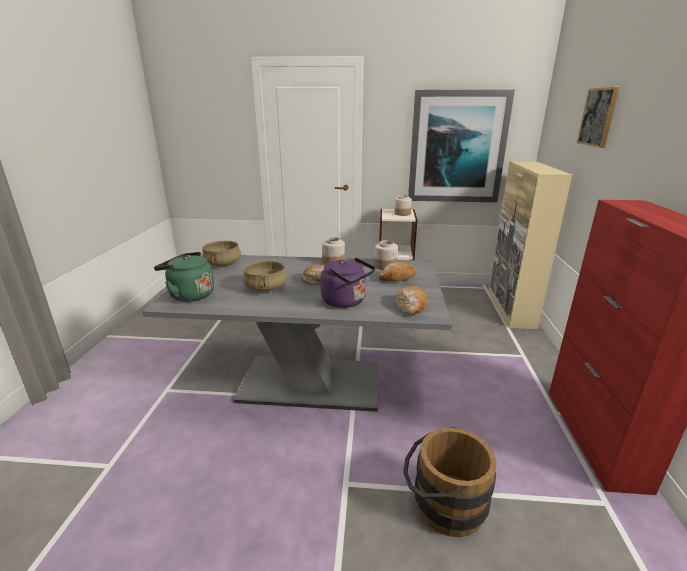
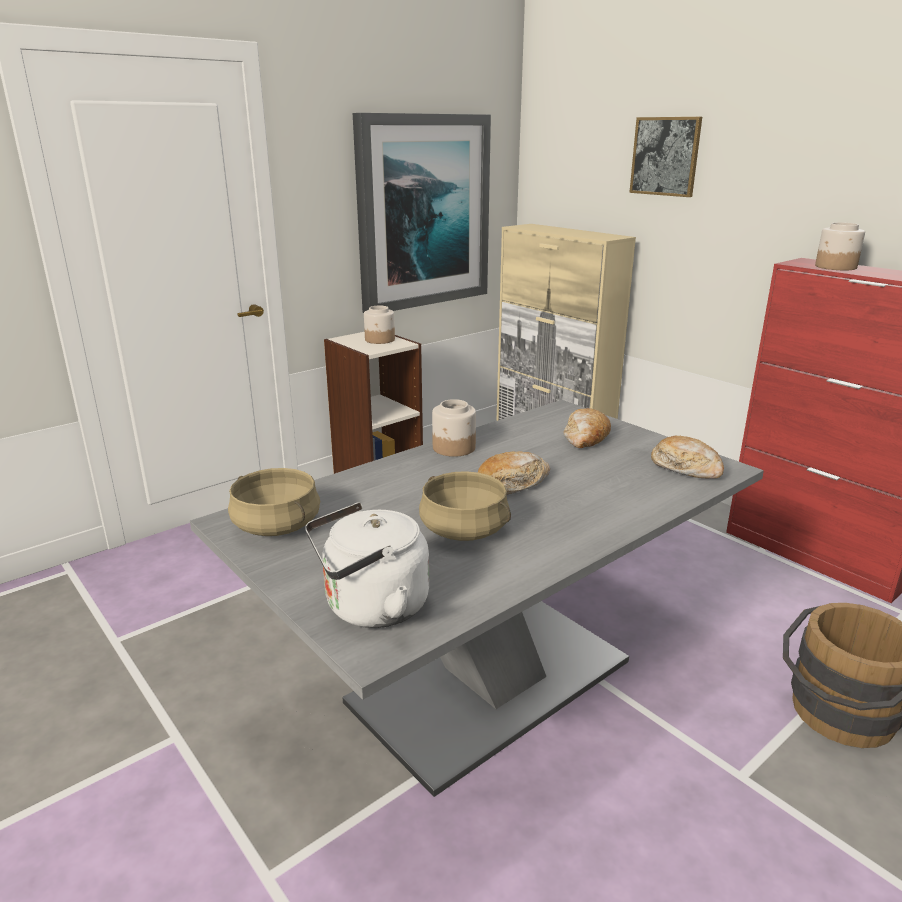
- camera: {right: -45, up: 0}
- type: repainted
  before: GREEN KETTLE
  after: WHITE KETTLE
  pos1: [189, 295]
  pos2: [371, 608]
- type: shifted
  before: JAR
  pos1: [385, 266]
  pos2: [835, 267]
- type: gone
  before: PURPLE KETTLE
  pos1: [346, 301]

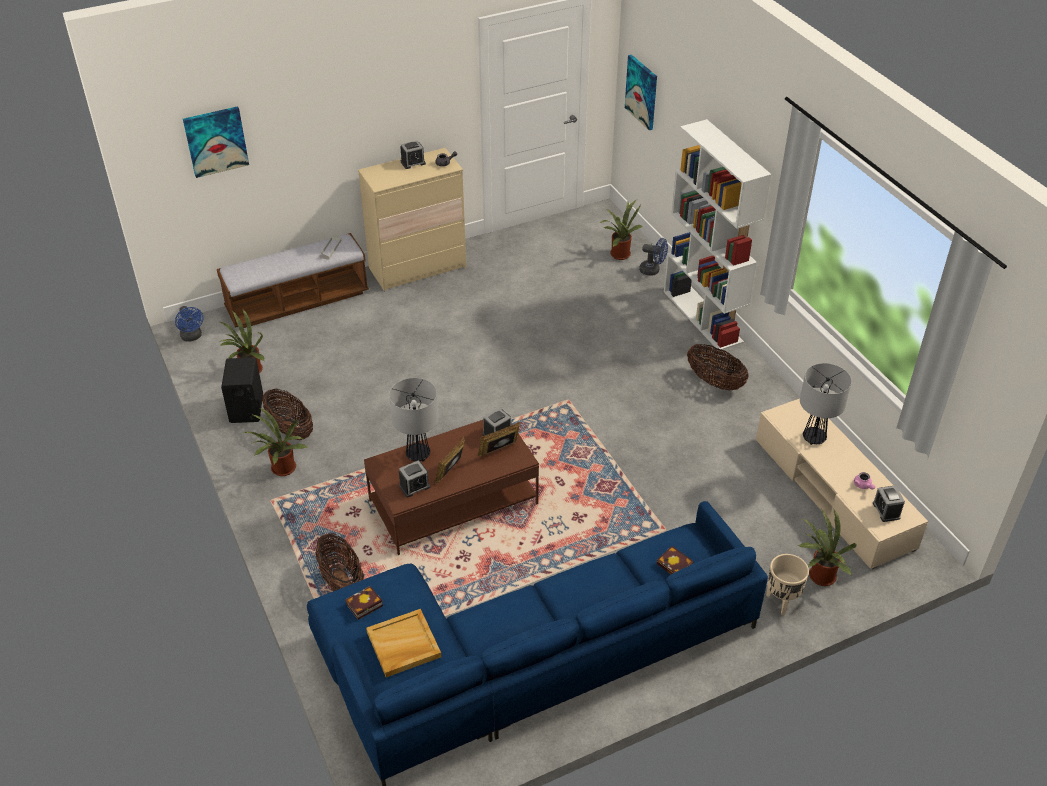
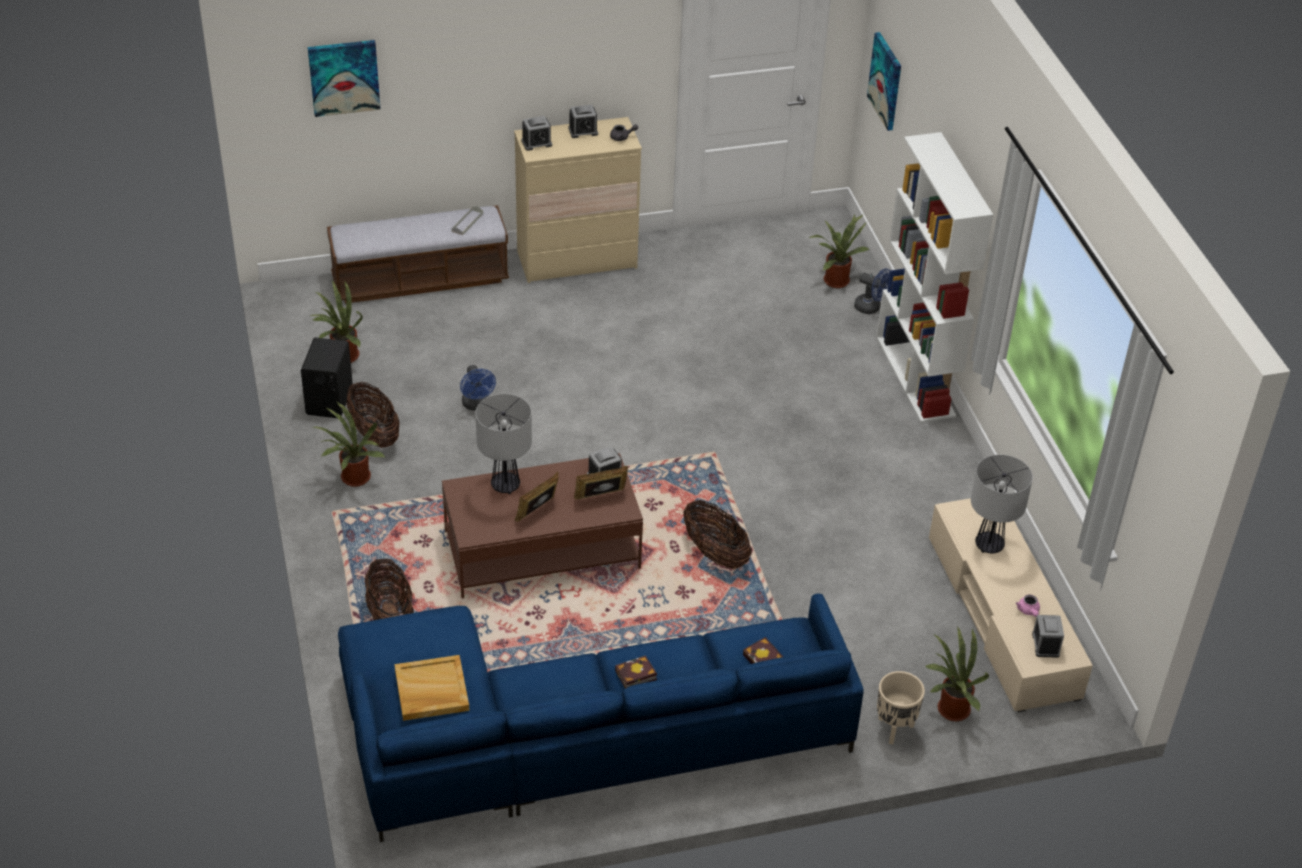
- camera: {right: 10, up: 0}
- type: shifted
  before: BLUE FAN
  pos1: [192, 337]
  pos2: [477, 405]
- type: shifted
  before: ALARM CLOCK
  pos1: [414, 486]
  pos2: [536, 143]
- type: shifted
  before: BOOK
  pos1: [363, 606]
  pos2: [634, 676]
- type: shifted
  before: BASKET
  pos1: [715, 382]
  pos2: [715, 553]

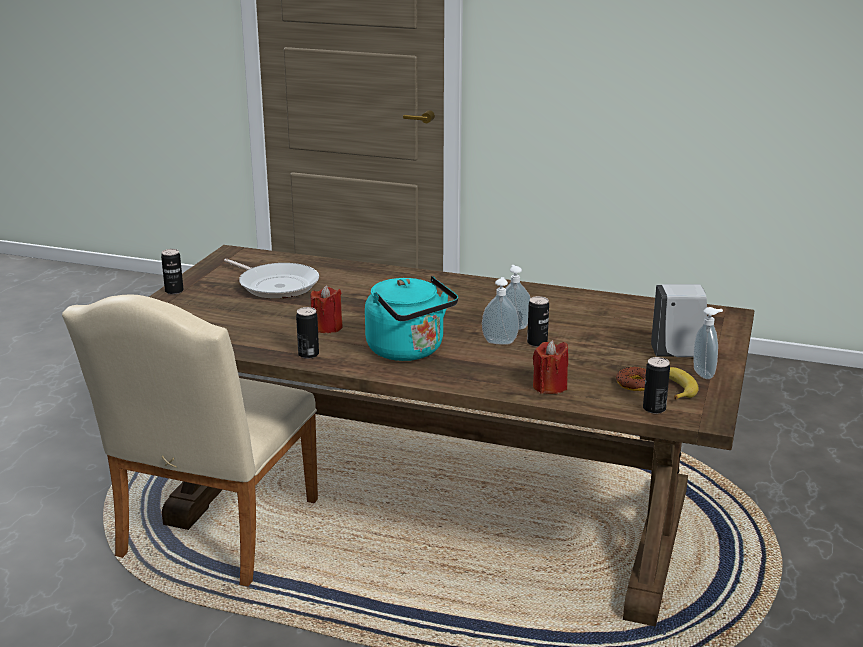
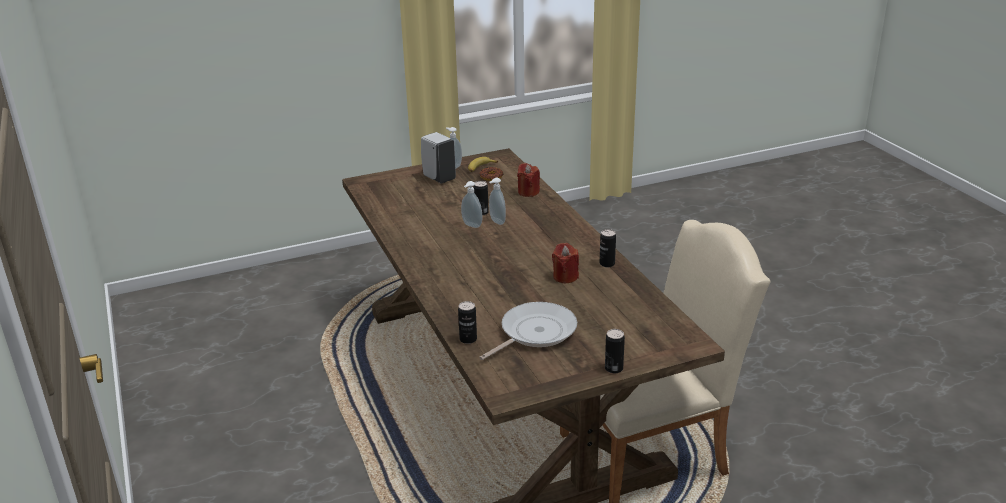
- camera: {right: -130, up: 5}
- type: shifted
  before: CAN
  pos1: [654, 409]
  pos2: [468, 339]
- type: rotated
  before: FRYING PAN
  pos1: [276, 285]
  pos2: [534, 332]
  turn: 45
- type: gone
  before: TURQUOISE KETTLE
  pos1: [409, 351]

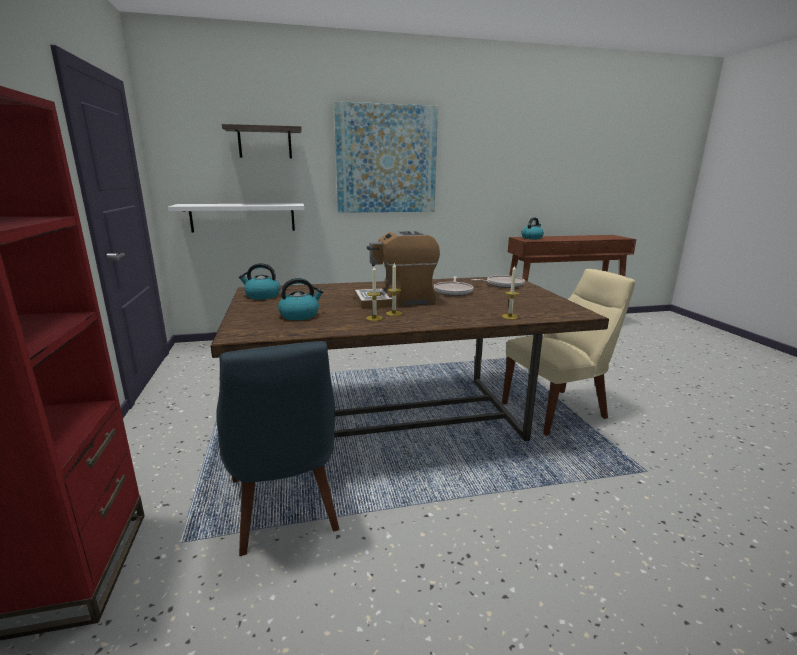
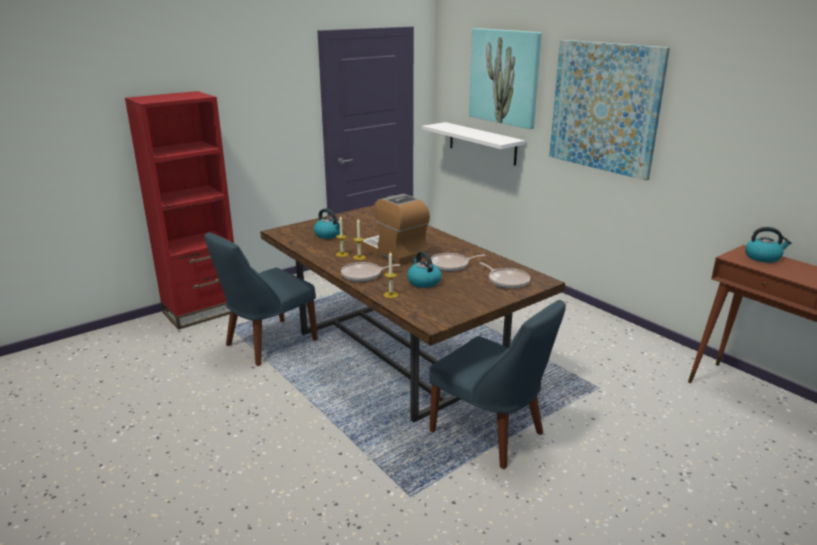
- camera: {right: 65, up: 5}
- type: new
  after: FRYING PAN
  pos2: [363, 275]
- type: shifted
  before: KETTLE
  pos1: [262, 296]
  pos2: [423, 282]
- type: repainted
  before: BEIGE CHAIR
  after: BLUE CHAIR
  pos1: [558, 410]
  pos2: [491, 434]
- type: swapped
  before: SHELF
  after: PICTURE
  pos1: [265, 142]
  pos2: [504, 77]

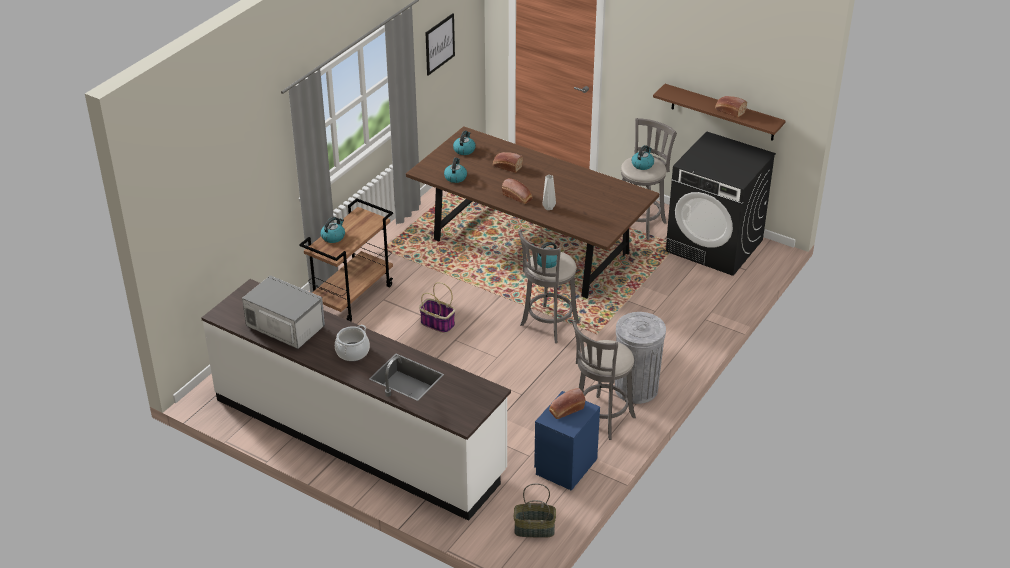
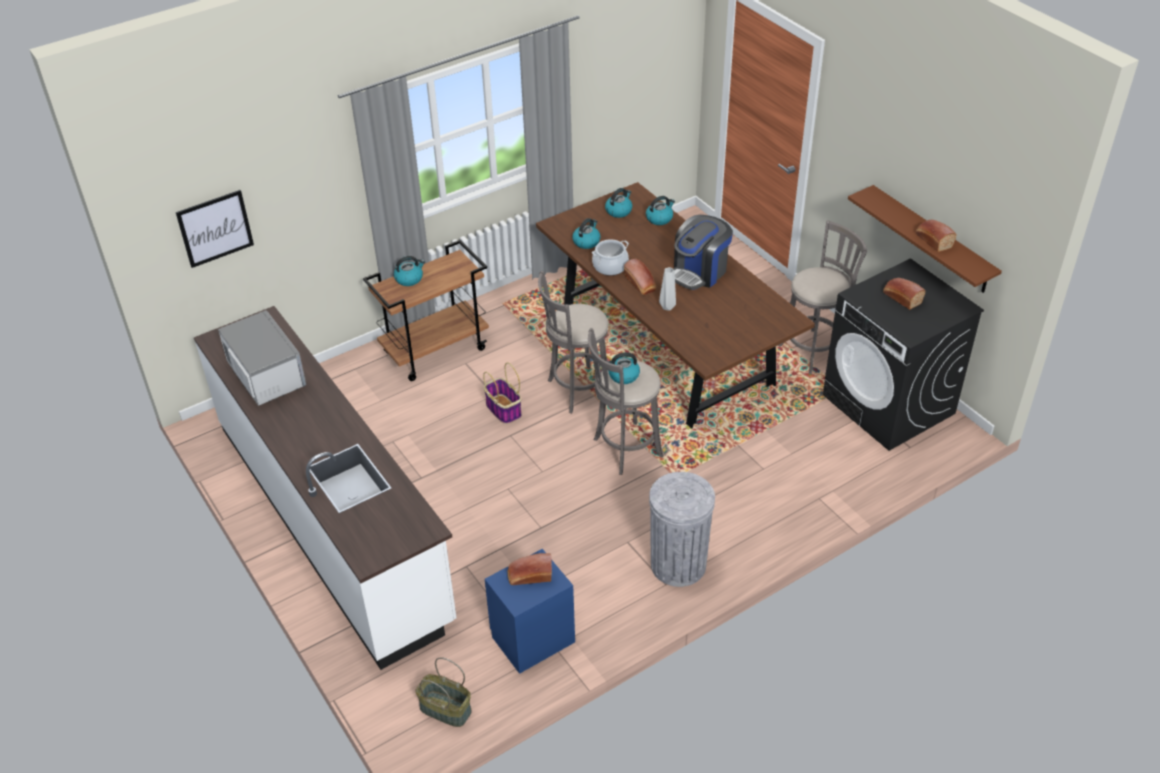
- camera: {right: 25, up: 5}
- type: shifted
  before: PICTURE
  pos1: [439, 44]
  pos2: [215, 228]
- type: shifted
  before: GREY STOOL
  pos1: [601, 419]
  pos2: [576, 390]
- type: shifted
  before: COOKING POT
  pos1: [352, 352]
  pos2: [610, 266]
- type: shifted
  before: KETTLE
  pos1: [642, 164]
  pos2: [659, 218]
- type: new
  after: COFFEE MACHINE
  pos2: [699, 272]
- type: shifted
  before: BREAD
  pos1: [506, 166]
  pos2: [901, 298]

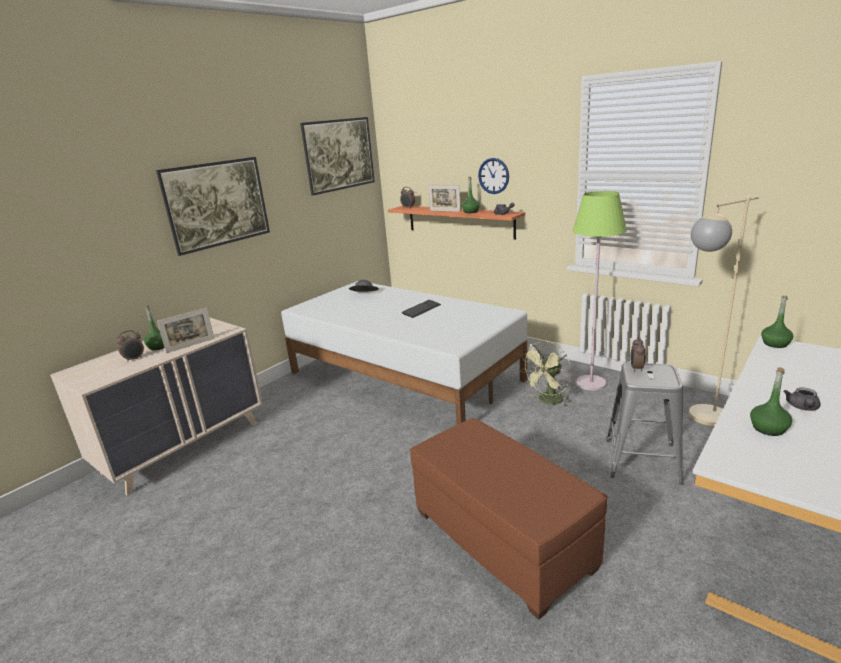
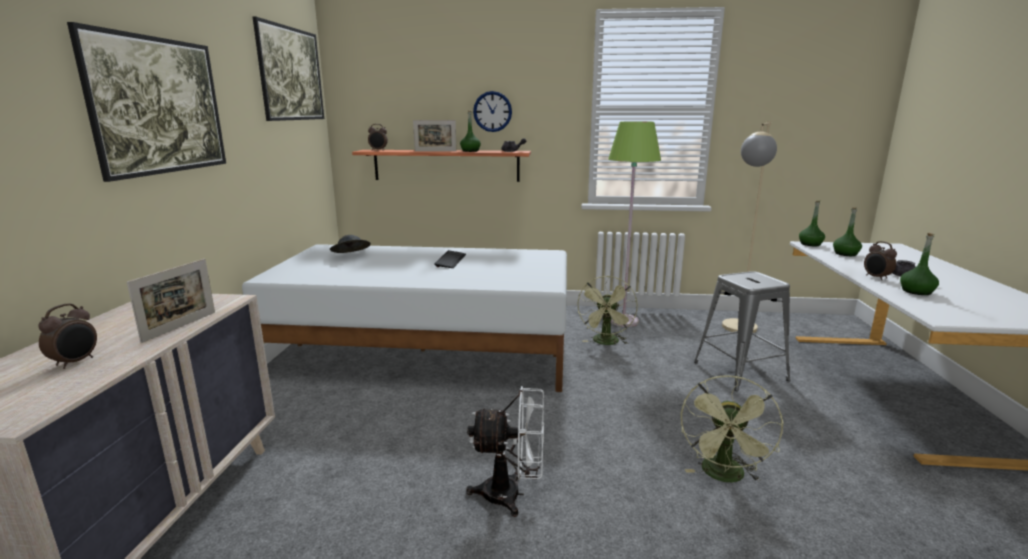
- camera: {right: -35, up: -5}
- type: new
  after: WHITE FAN
  pos2: [512, 494]
- type: swapped
  before: BROWN OTTOMAN
  after: GREEN FAN
  pos1: [502, 540]
  pos2: [724, 476]
- type: shifted
  before: GREEN BOTTLE
  pos1: [158, 346]
  pos2: [845, 254]
- type: shifted
  before: ALARM CLOCK
  pos1: [636, 368]
  pos2: [876, 277]

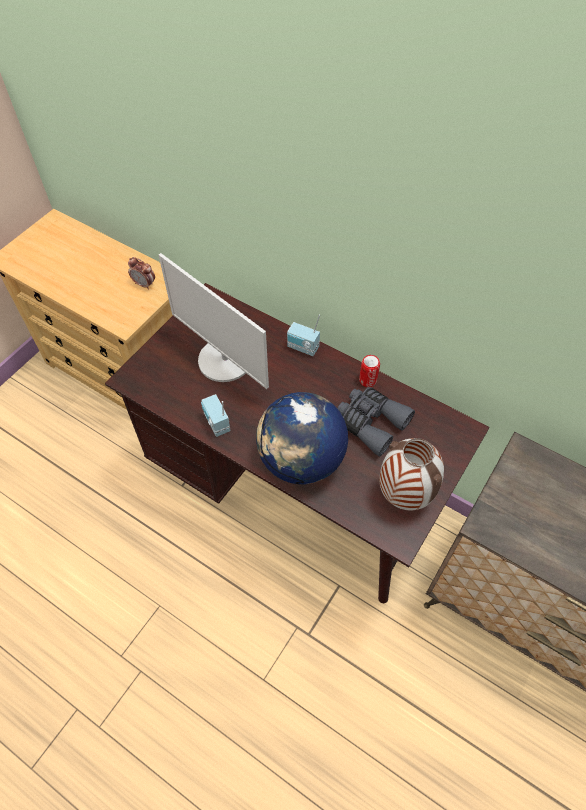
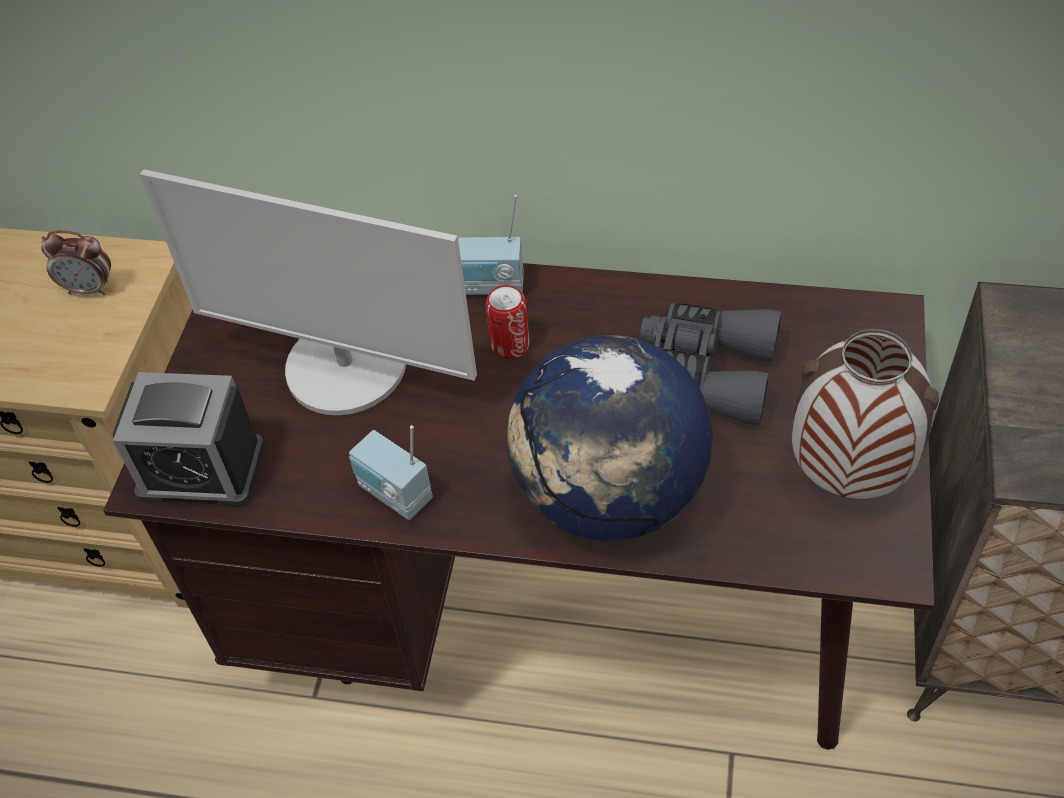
- camera: {right: -20, up: -5}
- type: new
  after: ALARM CLOCK
  pos2: [201, 470]
- type: shifted
  before: CAN
  pos1: [368, 380]
  pos2: [510, 345]

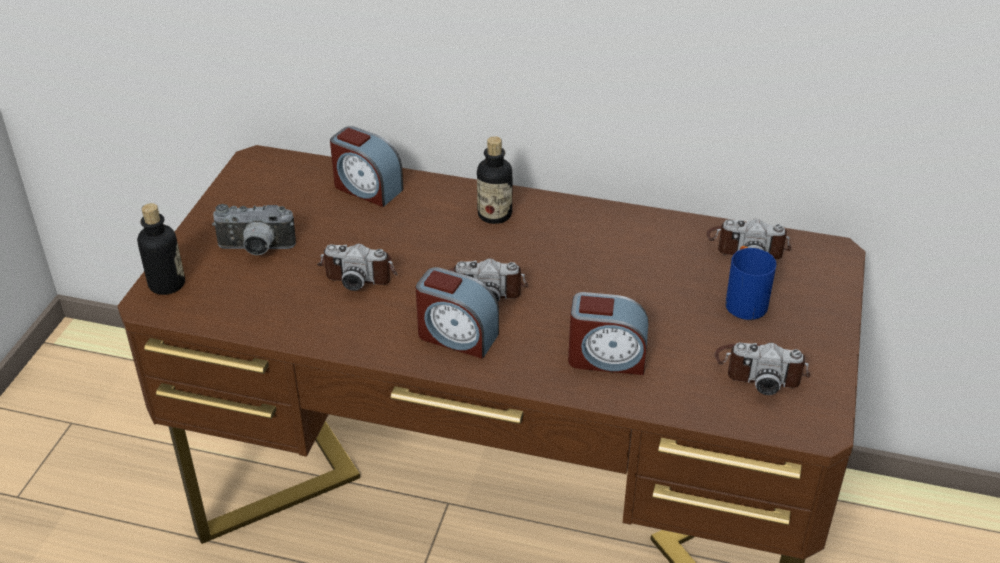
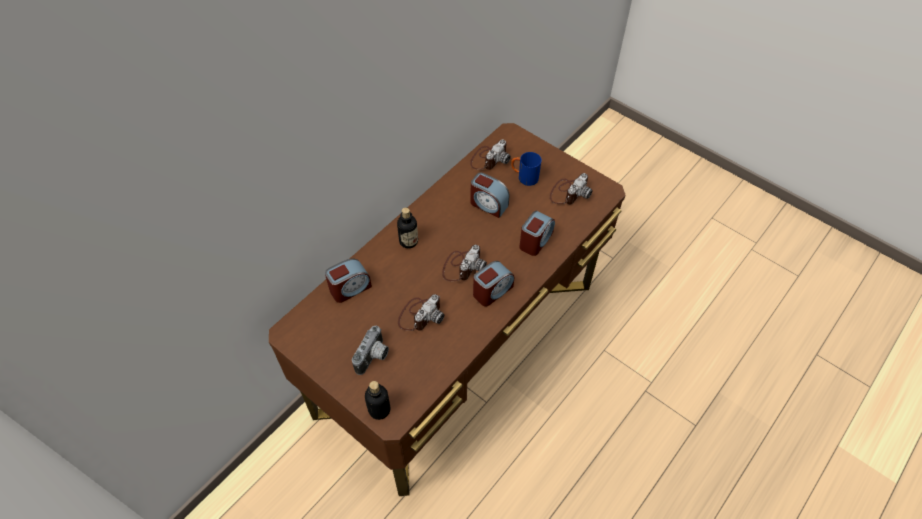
- camera: {right: -65, up: 15}
- type: new
  after: ALARM CLOCK
  pos2: [488, 204]

